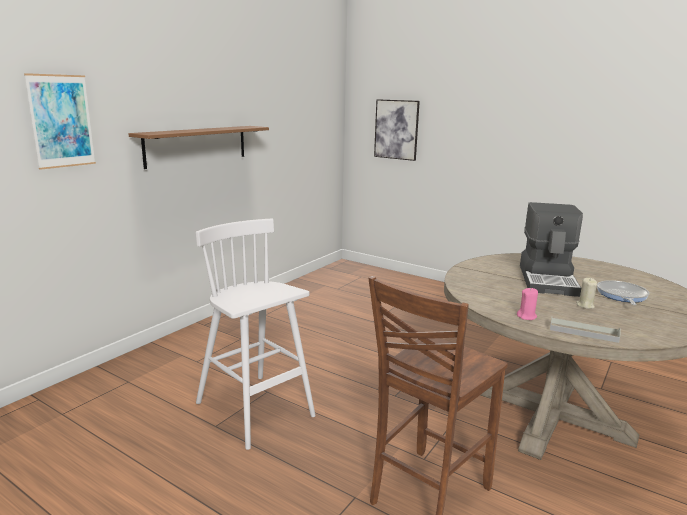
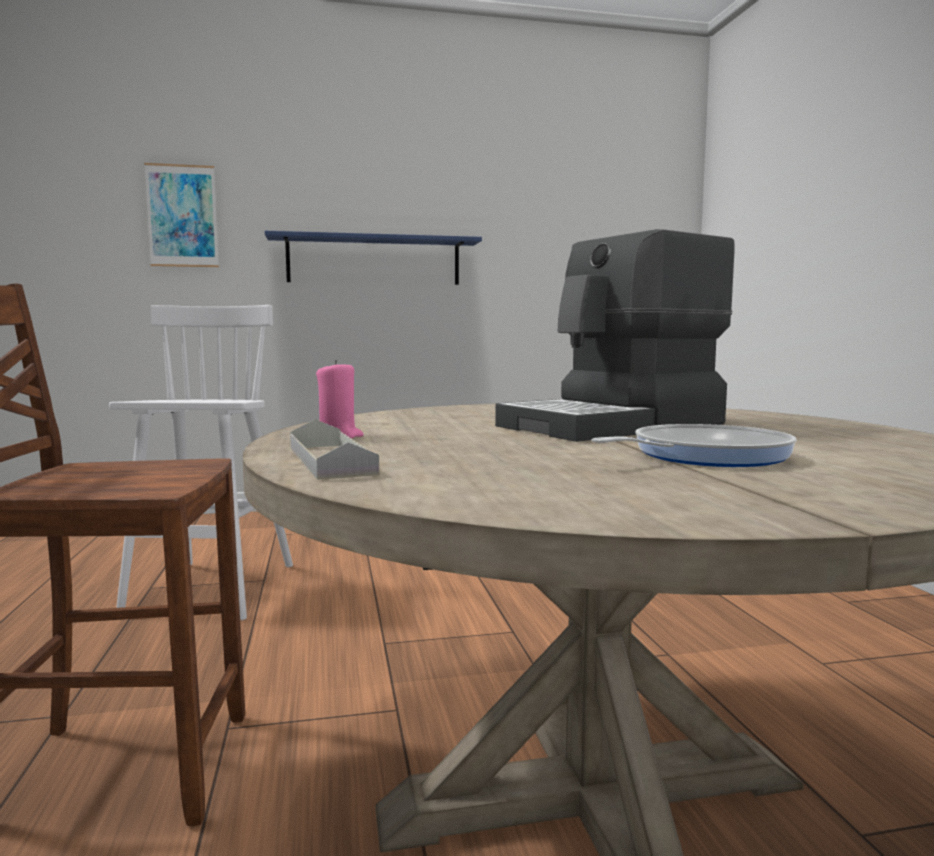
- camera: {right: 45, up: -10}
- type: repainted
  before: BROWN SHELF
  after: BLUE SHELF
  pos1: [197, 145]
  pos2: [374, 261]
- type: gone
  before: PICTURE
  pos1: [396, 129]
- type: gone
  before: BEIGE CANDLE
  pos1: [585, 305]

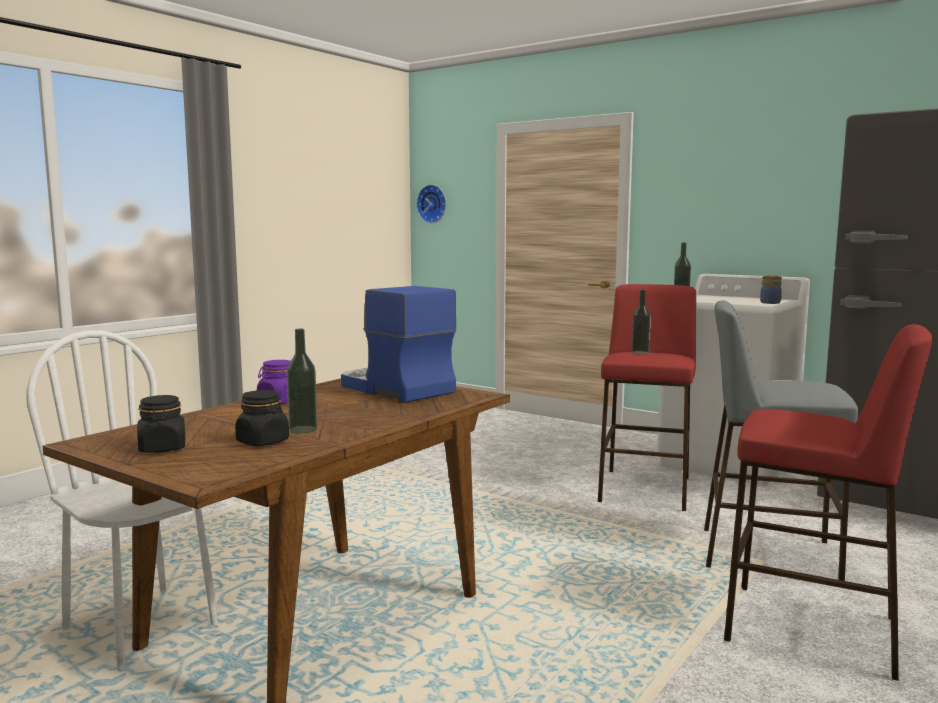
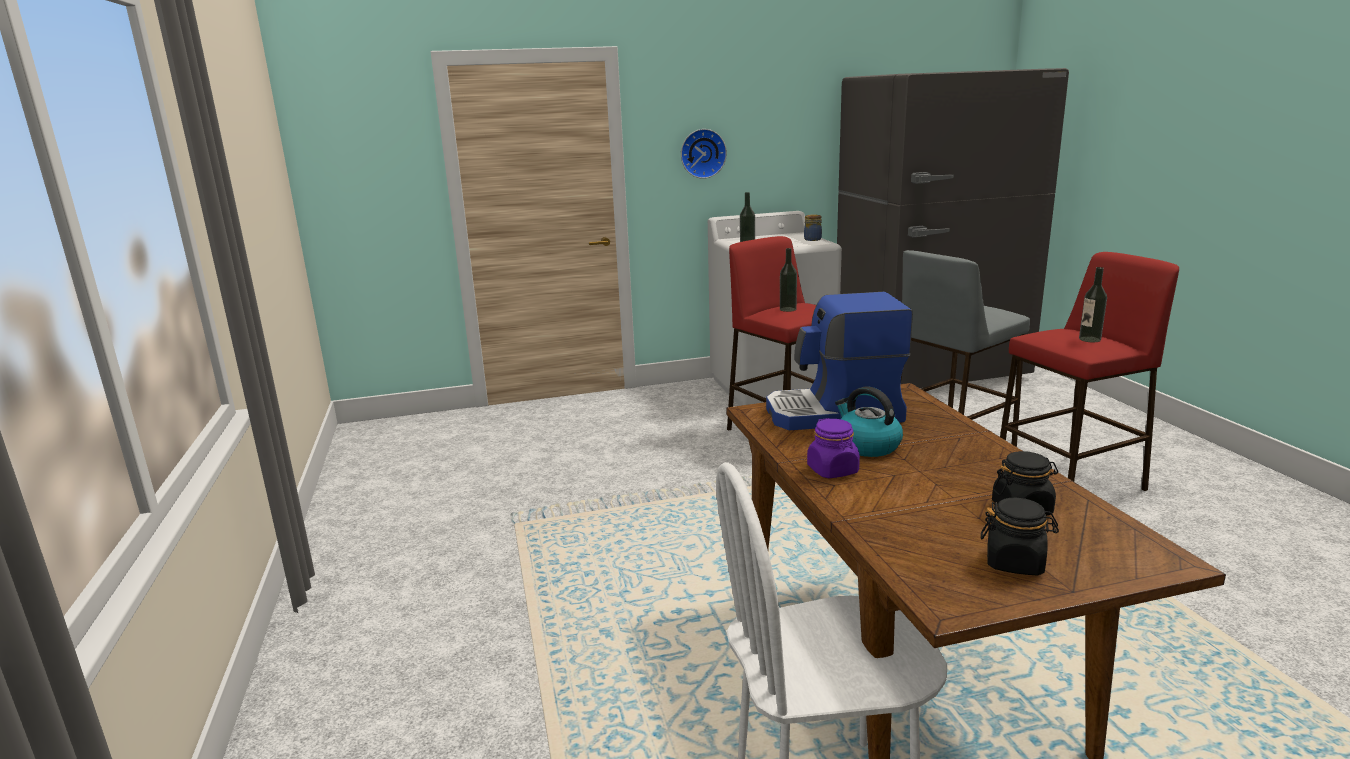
- camera: {right: -50, up: 10}
- type: shifted
  before: WALL CLOCK
  pos1: [433, 204]
  pos2: [702, 153]
- type: new
  after: KETTLE
  pos2: [866, 446]
- type: shifted
  before: BOTTLE
  pos1: [303, 429]
  pos2: [1089, 339]

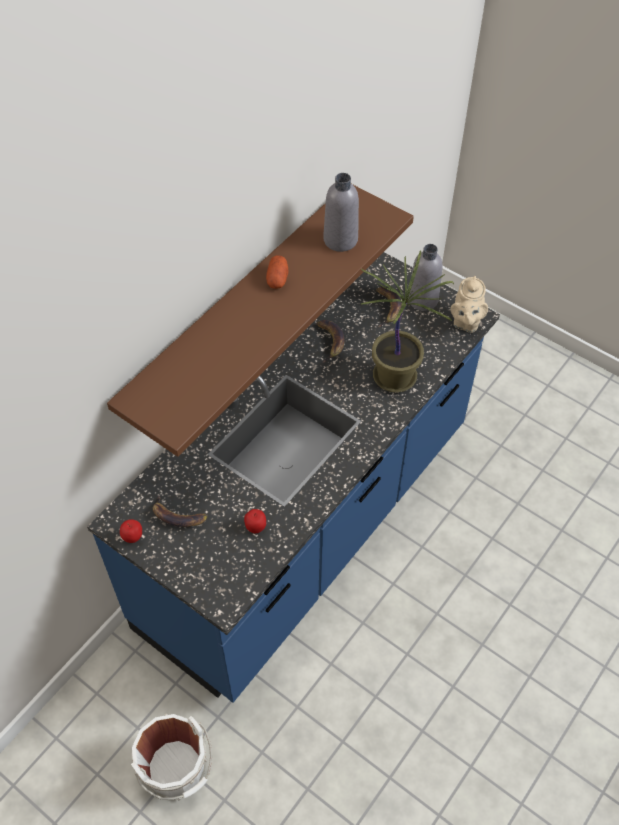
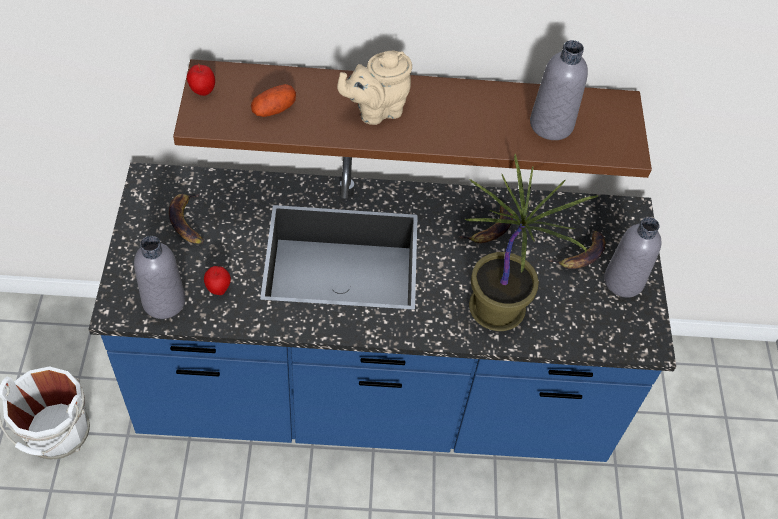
- camera: {right: 50, up: 0}
- type: new
  after: GREY BOTTLE
  pos2: [164, 301]
- type: shifted
  before: APPLE
  pos1: [133, 538]
  pos2: [202, 92]
- type: shifted
  before: POTATO
  pos1: [277, 279]
  pos2: [274, 109]
- type: shifted
  before: BEIGE TEAPOT
  pos1: [465, 322]
  pos2: [376, 110]

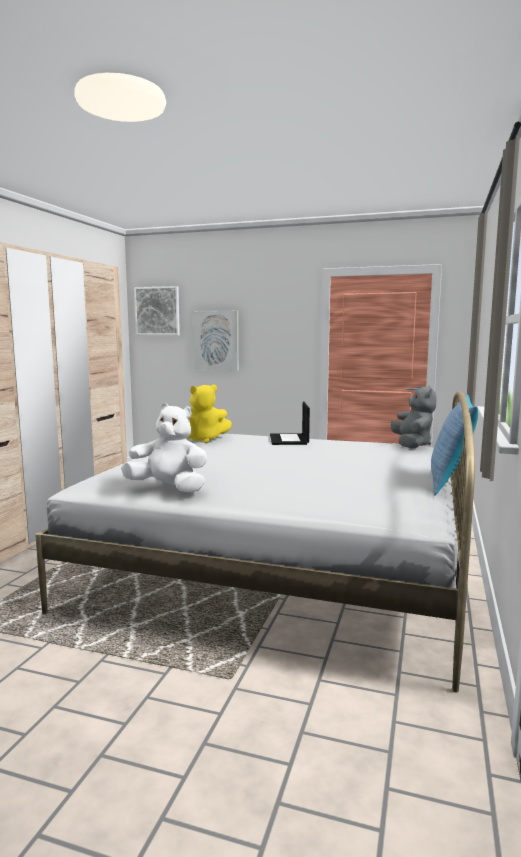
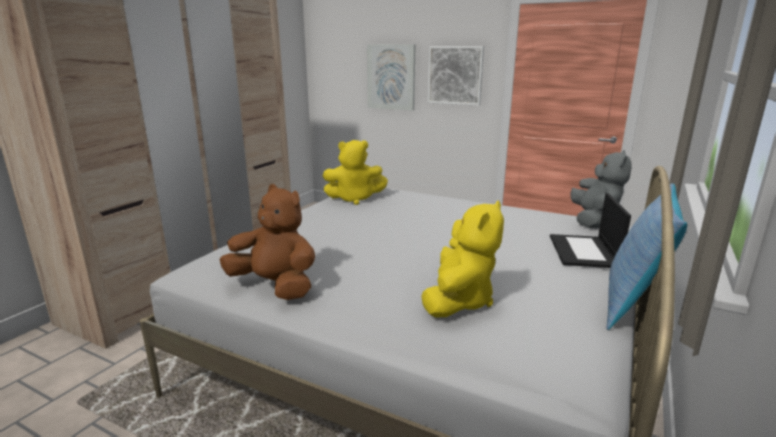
- camera: {right: 10, up: 10}
- type: repainted
  before: WHITE PLUSH TOY
  after: BROWN PLUSH TOY
  pos1: [169, 488]
  pos2: [275, 286]
- type: new
  after: YELLOW PLUSH TOY
  pos2: [459, 301]
- type: shifted
  before: PICTURE
  pos1: [157, 311]
  pos2: [455, 75]
- type: shifted
  before: LAPTOP
  pos1: [289, 440]
  pos2: [584, 251]

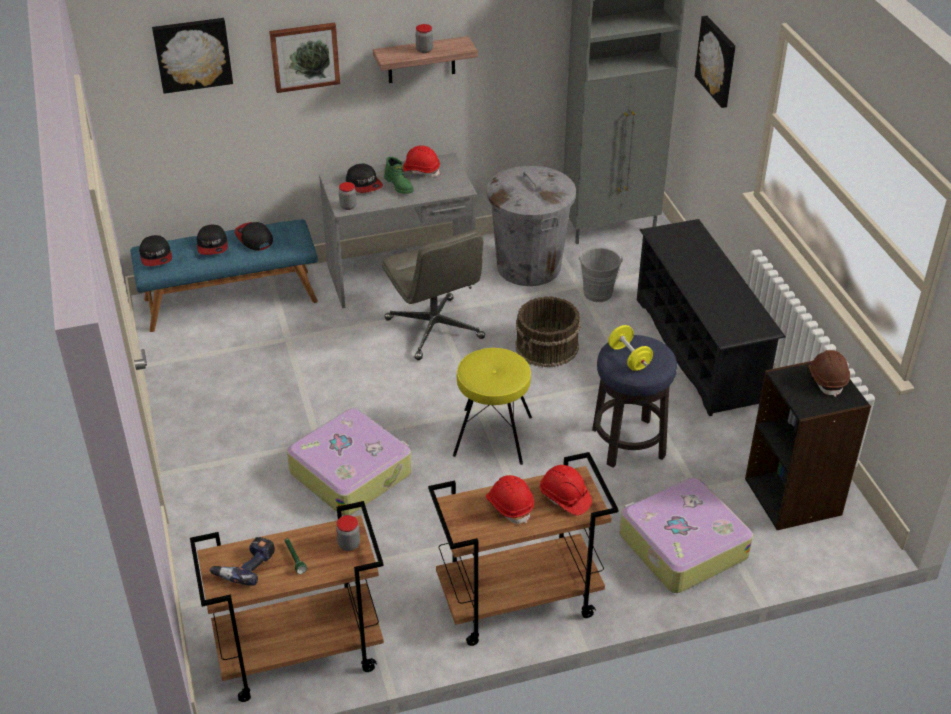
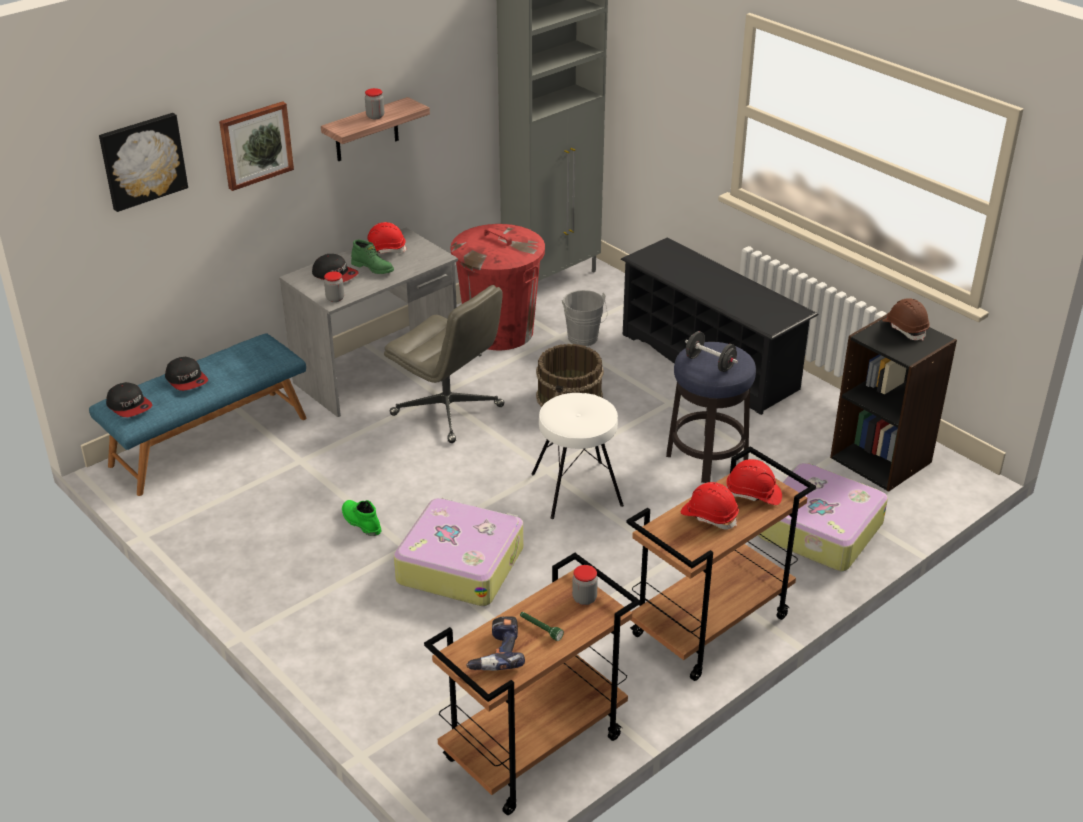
- camera: {right: -25, up: -5}
- type: new
  after: GREEN BOOT
  pos2: [360, 522]
- type: repainted
  before: GREY TRASH CAN
  after: RED TRASH CAN
  pos1: [529, 266]
  pos2: [499, 331]
- type: repainted
  before: YELLOW STOOL
  after: WHITE STOOL
  pos1: [493, 436]
  pos2: [577, 489]
- type: repainted
  before: YELLOW DUMBBELL
  after: BLACK DUMBBELL
  pos1: [629, 358]
  pos2: [710, 363]
- type: gone
  before: CAP
  pos1: [254, 238]
- type: gone
  before: PICTURE
  pos1: [717, 61]

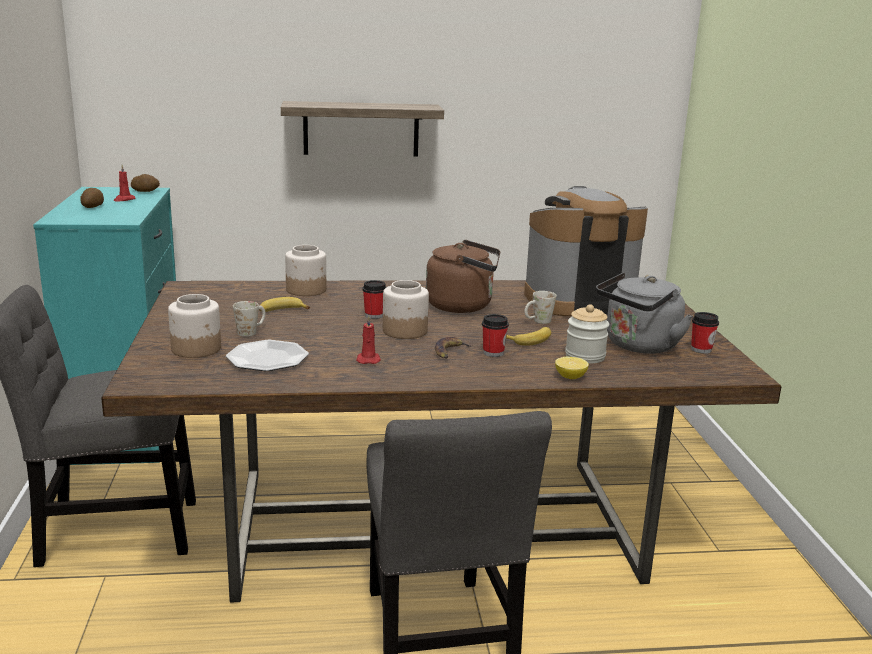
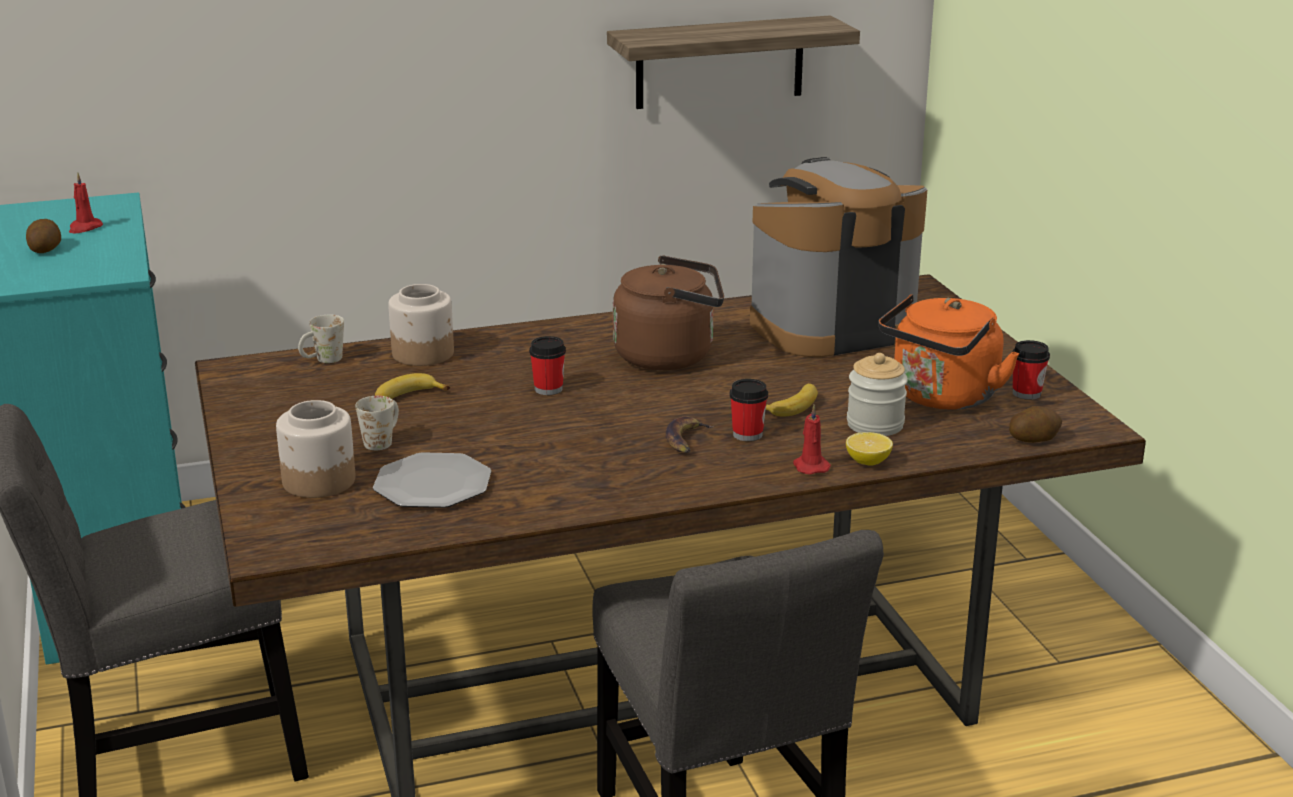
- camera: {right: -10, up: 5}
- type: shifted
  before: WHITE MUG
  pos1: [537, 322]
  pos2: [322, 361]
- type: shifted
  before: SHELF
  pos1: [361, 129]
  pos2: [720, 62]
- type: shifted
  before: RED CANDLE
  pos1: [368, 360]
  pos2: [810, 466]
- type: repainted
  before: GREY KETTLE
  after: ORANGE KETTLE
  pos1: [639, 346]
  pos2: [941, 398]
- type: shifted
  before: POTATO
  pos1: [145, 191]
  pos2: [1034, 439]
- type: gone
  before: JAR
  pos1: [404, 331]

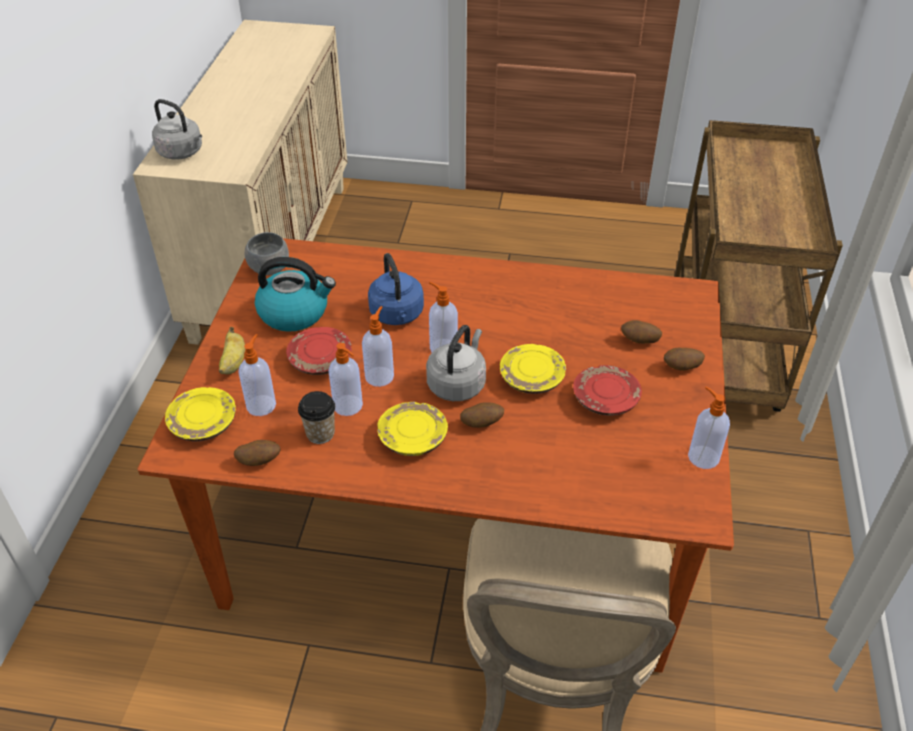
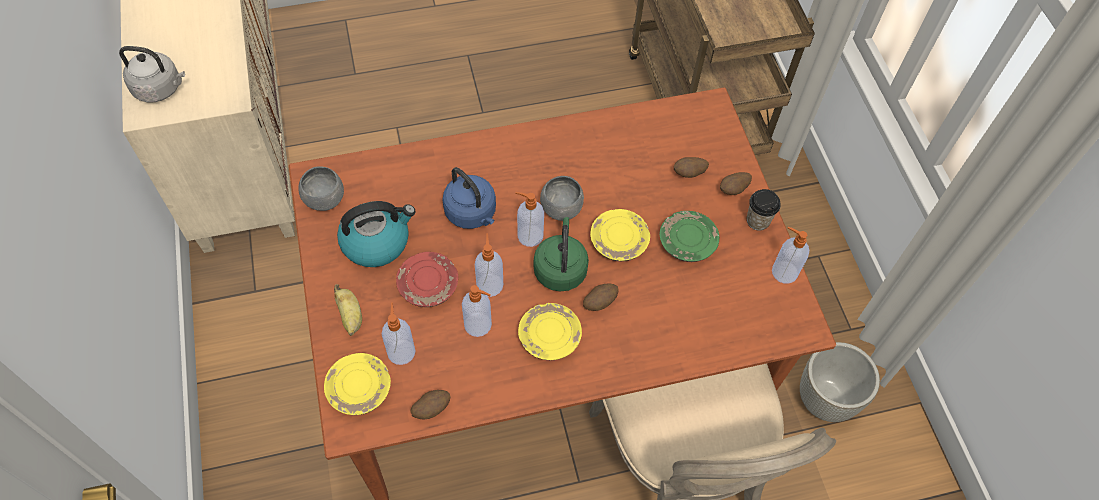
- camera: {right: -25, up: 15}
- type: repainted
  before: GREY KETTLE
  after: GREEN KETTLE
  pos1: [457, 383]
  pos2: [560, 269]
- type: new
  after: GREY BOWL
  pos2: [561, 208]
- type: repainted
  before: RED PLATE
  after: GREEN PLATE
  pos1: [605, 399]
  pos2: [687, 242]
- type: shifted
  before: CUP
  pos1: [320, 433]
  pos2: [757, 221]
- type: new
  after: GREY PLANTER
  pos2: [825, 400]

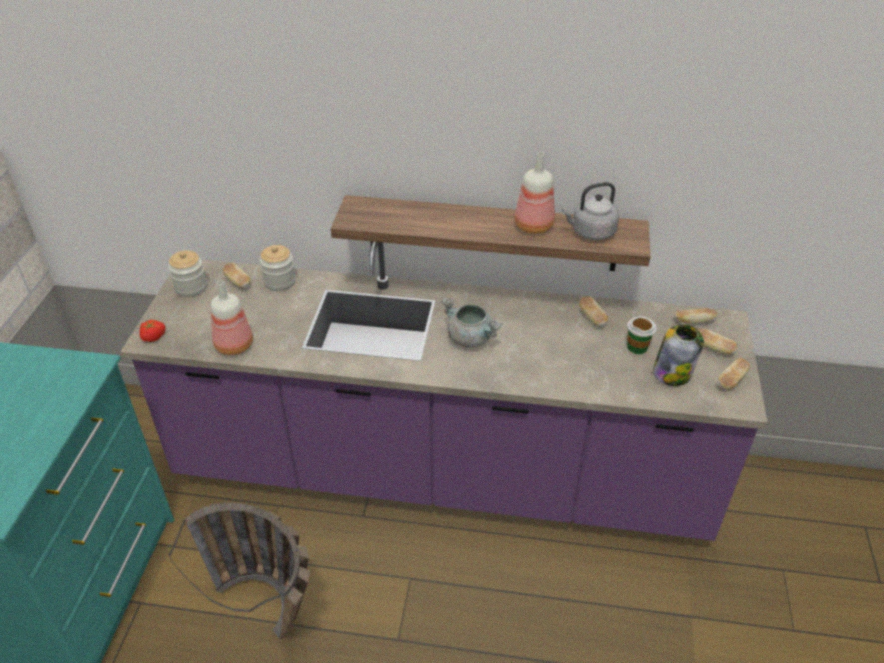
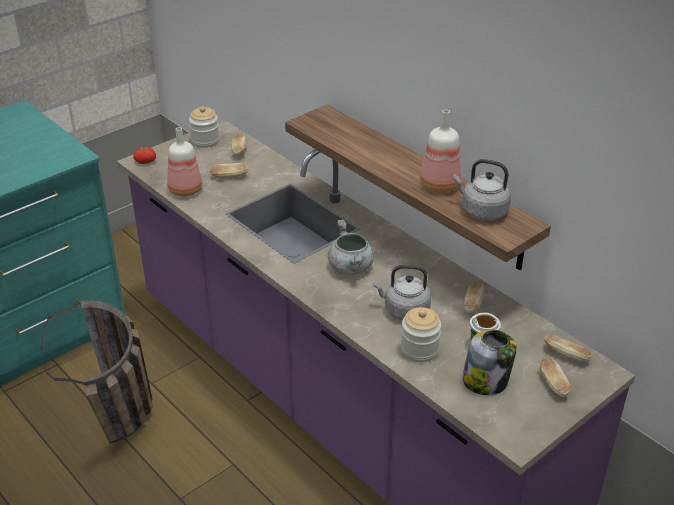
- camera: {right: 40, up: -5}
- type: shifted
  before: BREAD
  pos1: [731, 380]
  pos2: [229, 177]
- type: new
  after: GREY KETTLE
  pos2: [404, 310]
- type: shifted
  before: JAR
  pos1: [280, 281]
  pos2: [419, 350]

